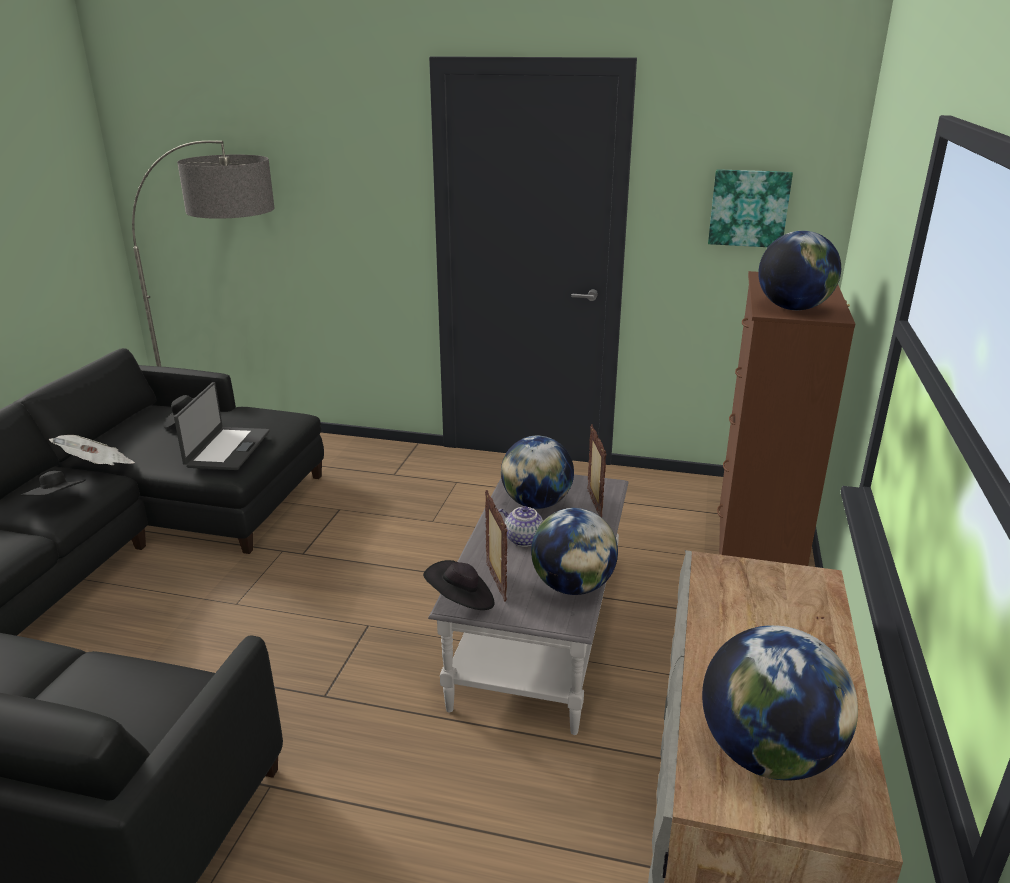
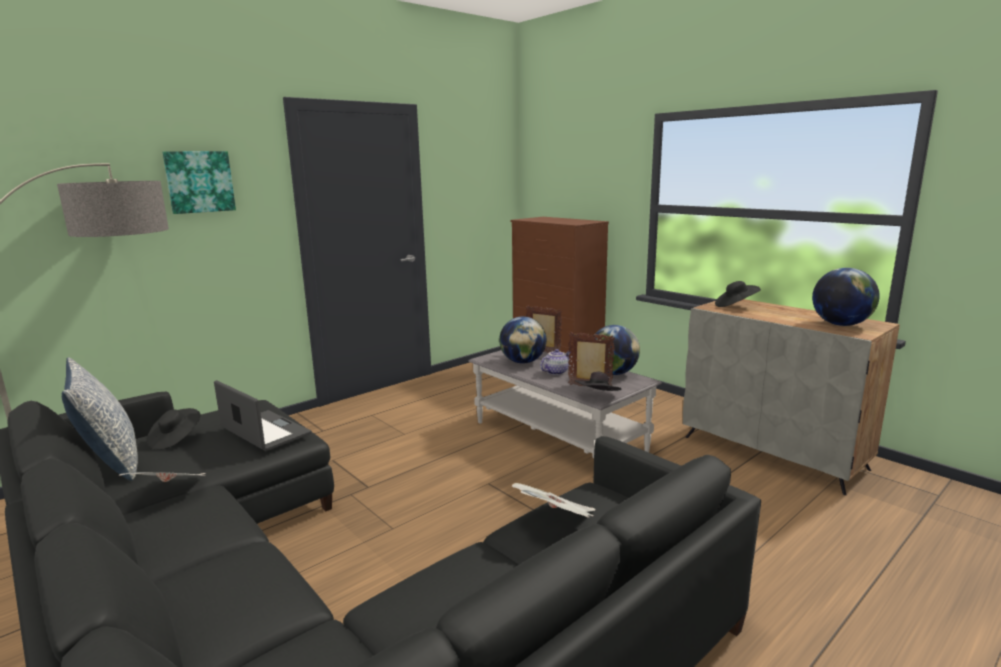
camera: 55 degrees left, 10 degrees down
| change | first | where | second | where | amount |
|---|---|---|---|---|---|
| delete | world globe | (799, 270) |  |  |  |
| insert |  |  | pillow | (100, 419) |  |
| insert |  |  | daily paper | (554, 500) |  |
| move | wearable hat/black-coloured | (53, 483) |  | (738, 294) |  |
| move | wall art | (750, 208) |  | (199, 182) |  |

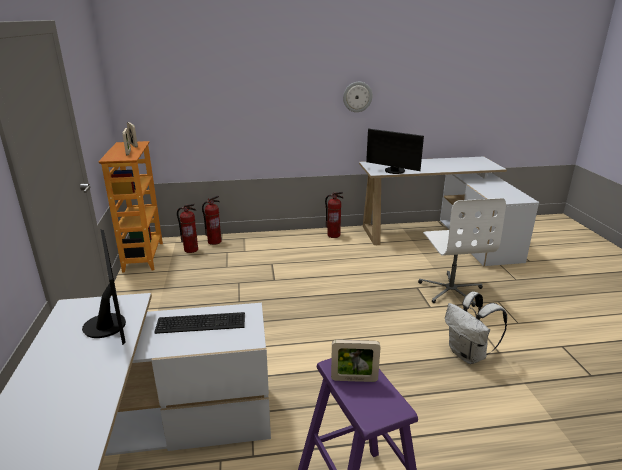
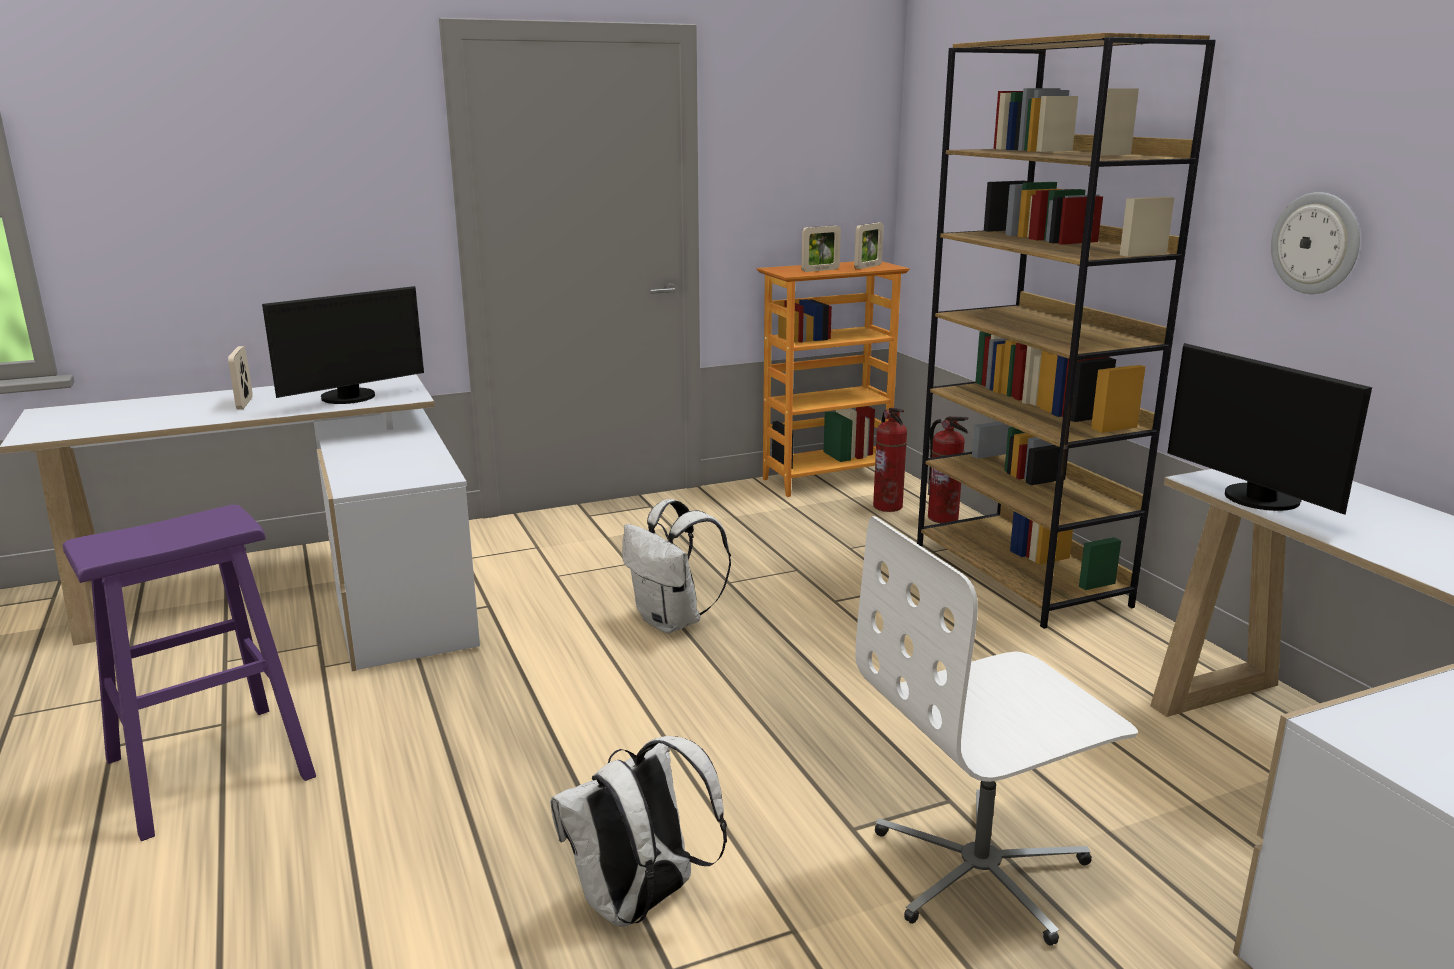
camera: 75 degrees right, 5 degrees down
| change | first | where | second | where | amount |
|---|---|---|---|---|---|
| delete | keyboard | (199, 323) |  |  |  |
| delete | fire-fighting cylinder | (334, 215) |  |  |  |
| insert |  |  | knapsack/white-coloured | (676, 566) |  |
| insert |  |  | bookshelf/brownish | (1066, 331) |  |
| move | standing frame | (355, 361) |  | (240, 377) |  |
| rotate | computer screen | (395, 151) |  | (1269, 429) | 45 degrees counterclockwise |

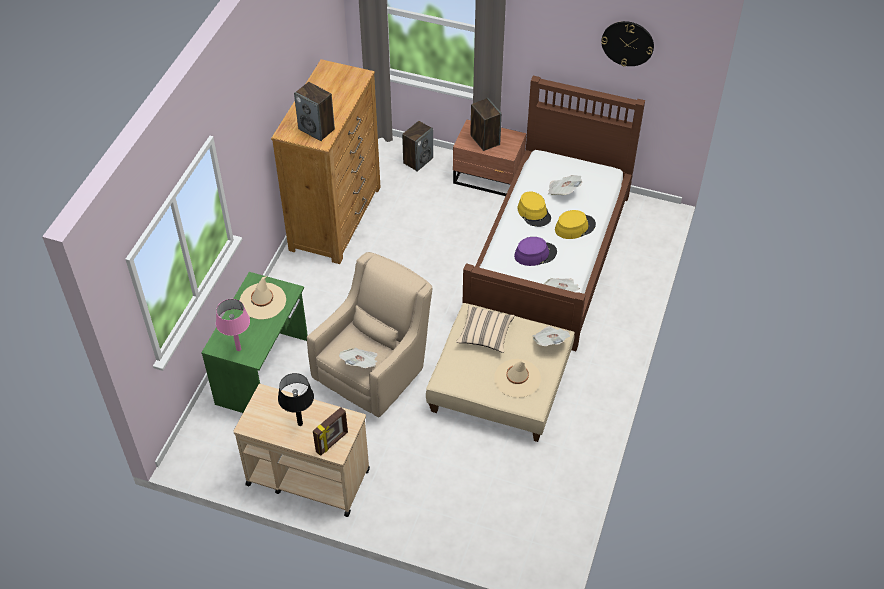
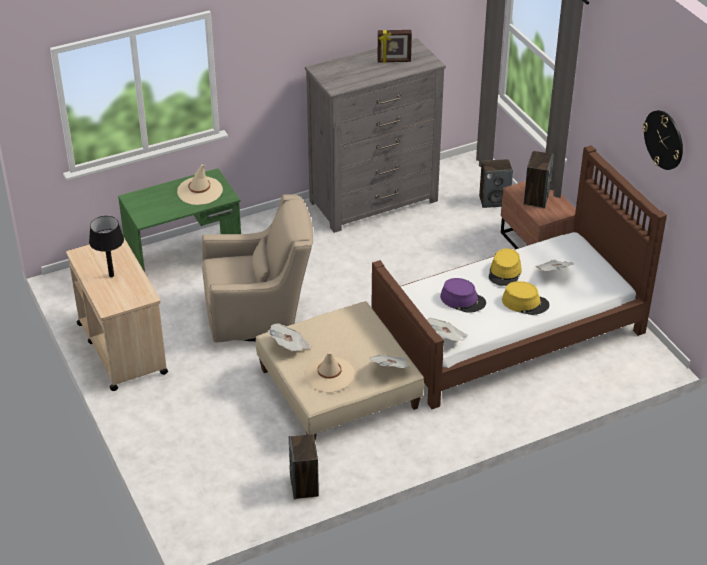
camera: 45 degrees right, 10 degrees down
| change | first | where | second | where | amount |
|---|---|---|---|---|---|
| delete | tabletop lamp/pinkish | (233, 325) |  |  |  |
| delete | pillow/beige-coloured | (485, 329) |  |  |  |
| move | audio speaker | (314, 111) |  | (304, 466) |  |
| move | standing frame | (330, 431) |  | (394, 46) |  |
| move | daily paper | (358, 358) |  | (289, 337) |  |
| recolor | chest of drawers/brownish | (326, 161) | chest of drawers/grey | (375, 135) |  |

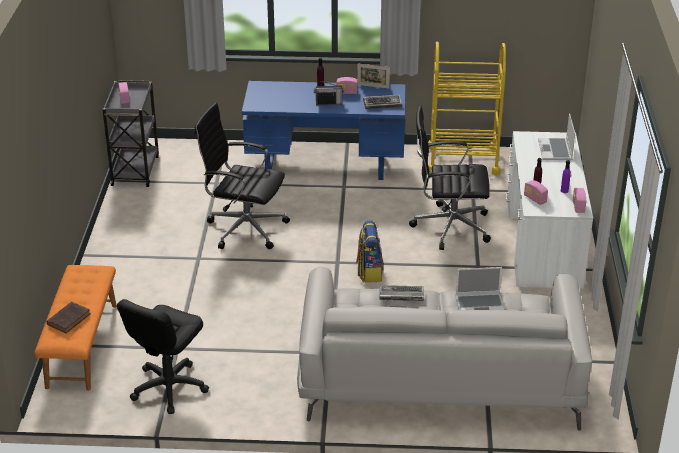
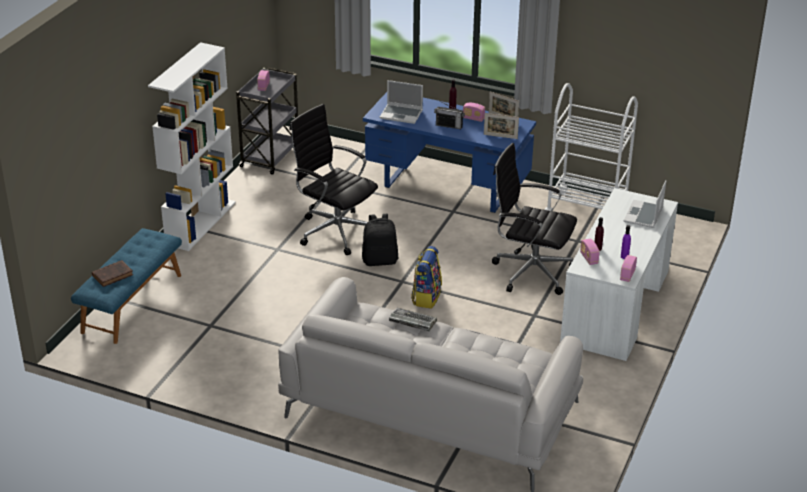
camera: 20 degrees right, 0 degrees up
| change | first | where | second | where | amount |
|---|---|---|---|---|---|
| delete | desk chair/black-coloured | (163, 356) |  |  |  |
| insert |  |  | bookshelf/white-coloured | (192, 146) |  |
| insert |  |  | knapsack/black-coloured | (380, 240) |  |
| move | portable computer | (480, 288) |  | (401, 102) |  |
| replace | keyboard | (382, 102) | standing frame | (501, 126) |  |
| recolor | indoor bench/orangey | (76, 328) | indoor bench/blue | (126, 286) |  |
| recolor | cart/yellow-coloured | (467, 108) | cart/white-coloured | (591, 147) |  |

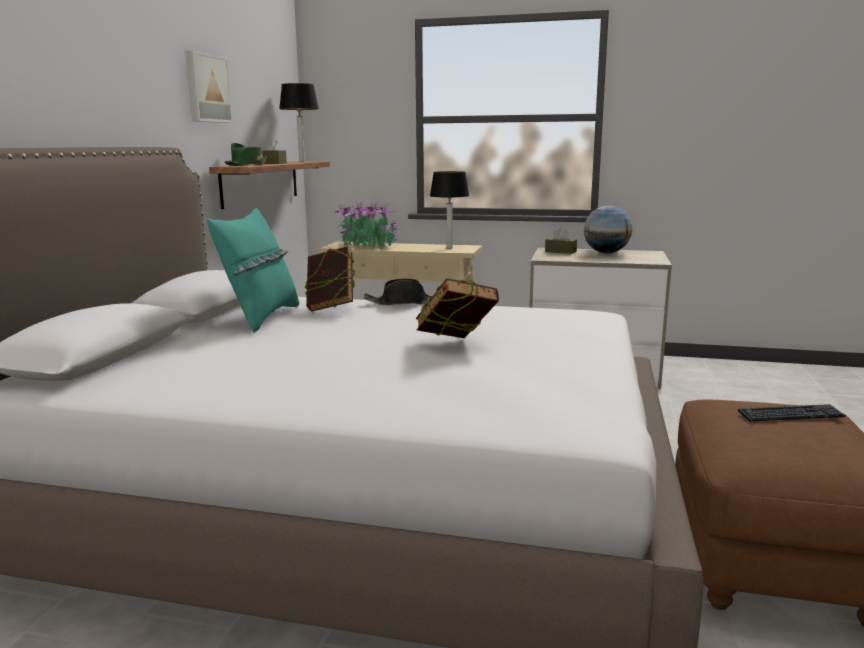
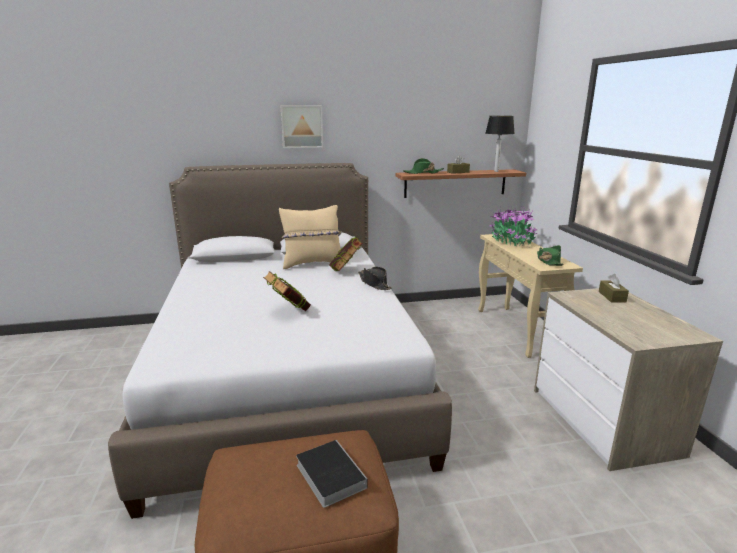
camera: 65 degrees right, 5 degrees up
| change | first | where | second | where | amount |
|---|---|---|---|---|---|
| delete | world globe | (608, 229) |  |  |  |
| move | wall art | (209, 86) |  | (302, 127) |  |
| replace | tabletop lamp | (449, 210) | wearable hat/green-coloured | (550, 255) |  |
| replace | keyboard | (792, 412) | bound book | (331, 474) |  |
| recolor | pillow/turquoise-coloured | (253, 270) | pillow/beige-coloured | (310, 237) |  |

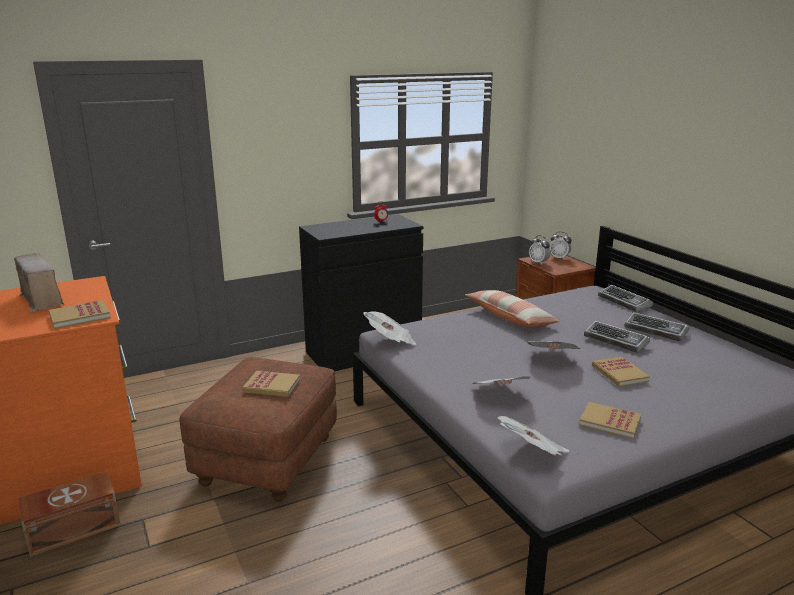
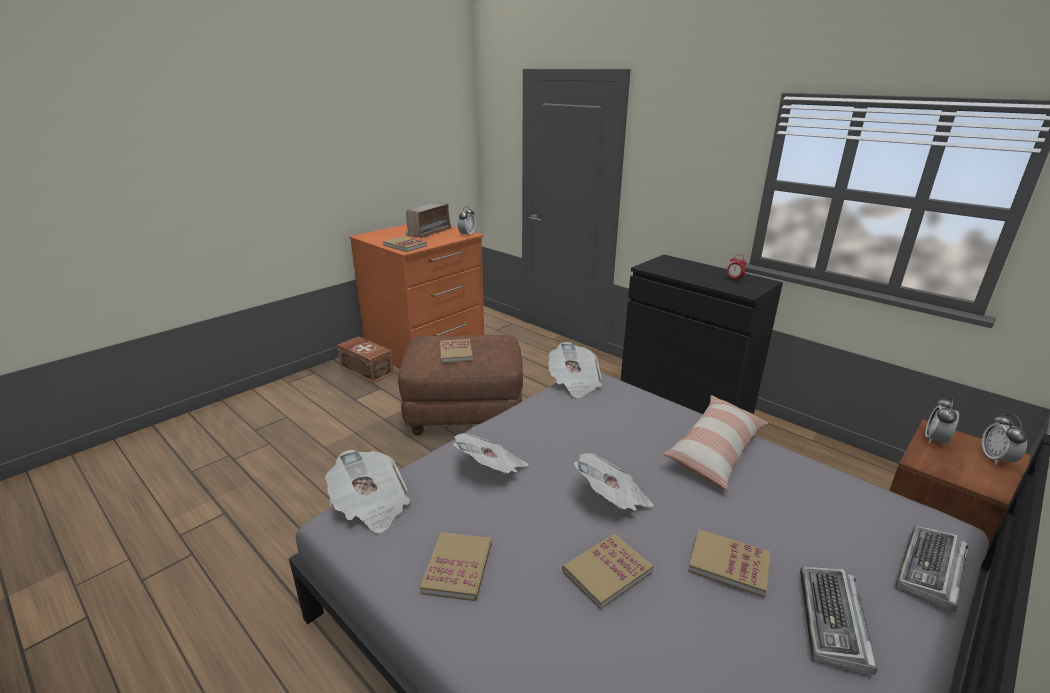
camera: 70 degrees right, 5 degrees up
| change | first | where | second | where | amount |
|---|---|---|---|---|---|
| insert |  |  | alarm clock | (466, 221) |  |
| replace | keyboard | (617, 337) | bound book | (729, 563) |  |

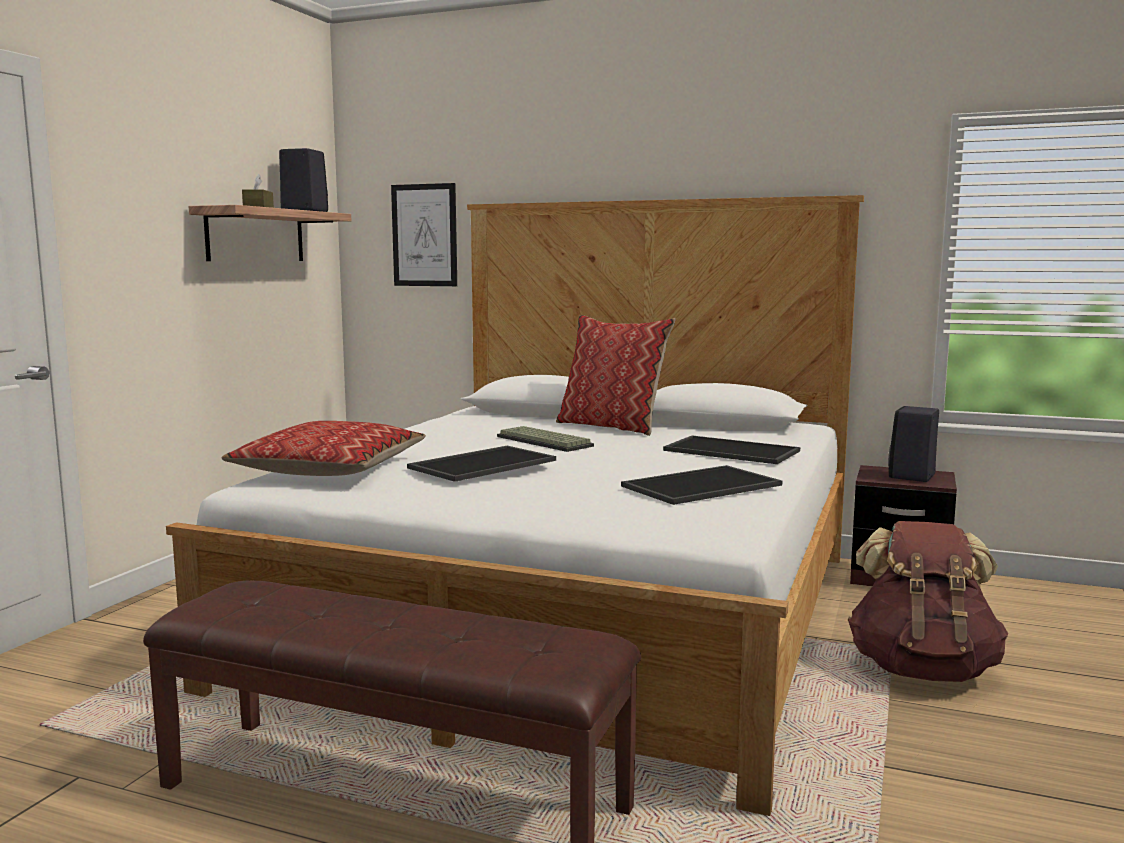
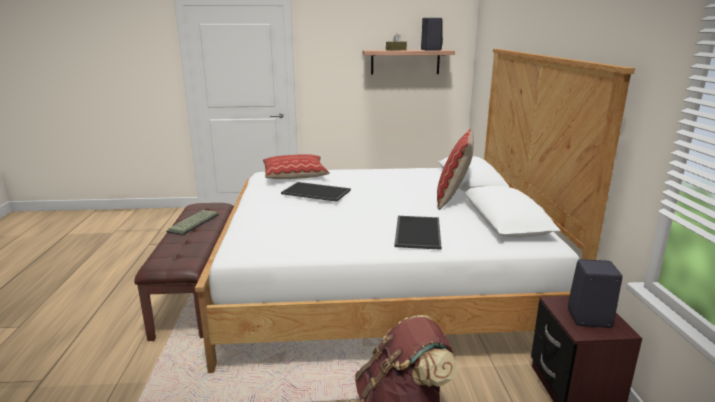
camera: 65 degrees right, 10 degrees up
| change | first | where | second | where | amount |
|---|---|---|---|---|---|
| delete | wall art | (424, 234) |  |  |  |
| delete | serving tray | (701, 485) |  |  |  |
| move | keyboard | (545, 439) |  | (192, 222) |  |

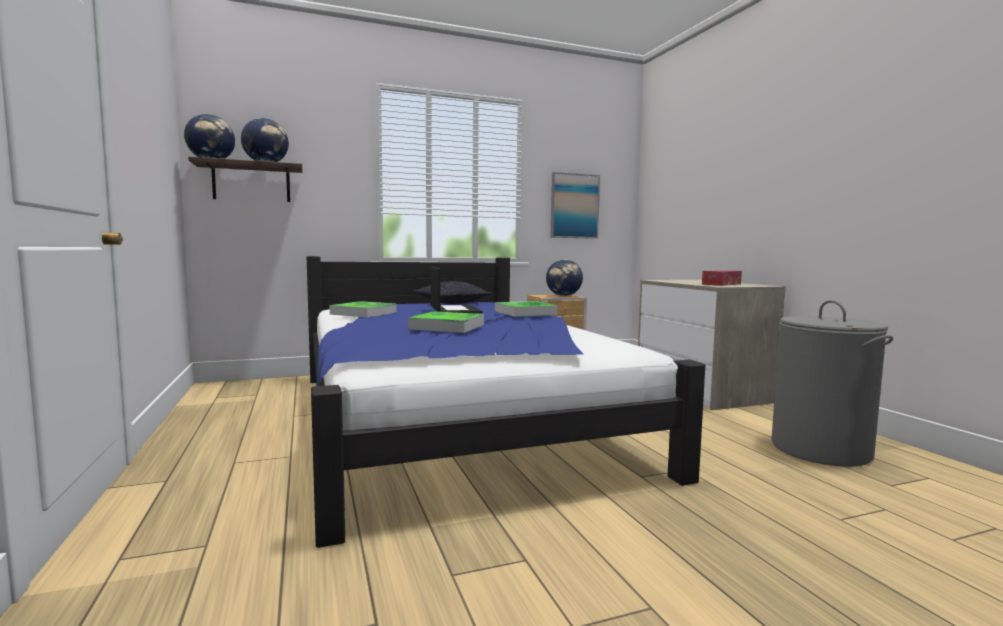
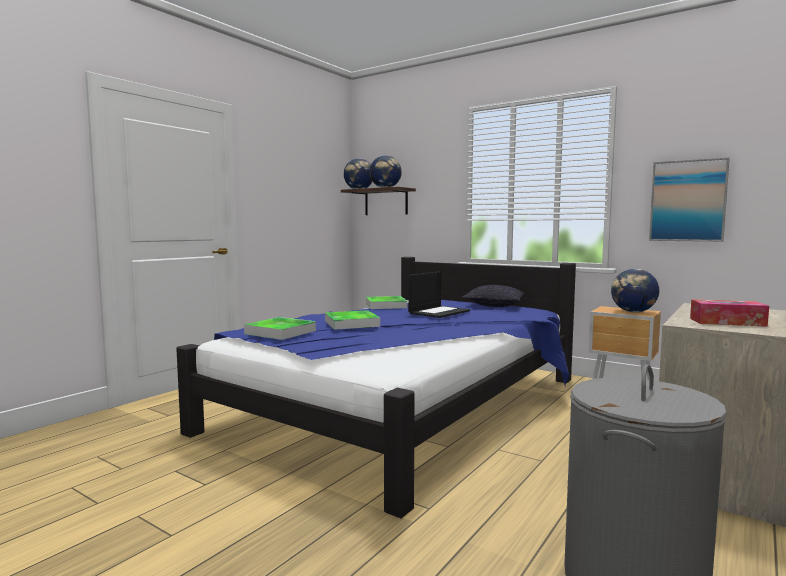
camera: 55 degrees right, 0 degrees up
| change | first | where | second | where | amount |
|---|---|---|---|---|---|
| move | serving tray | (526, 309) |  | (280, 328) |  |

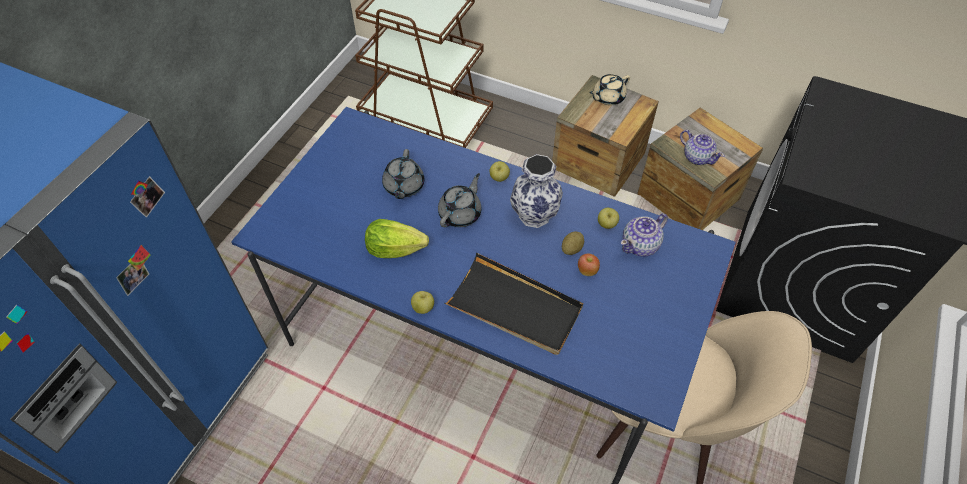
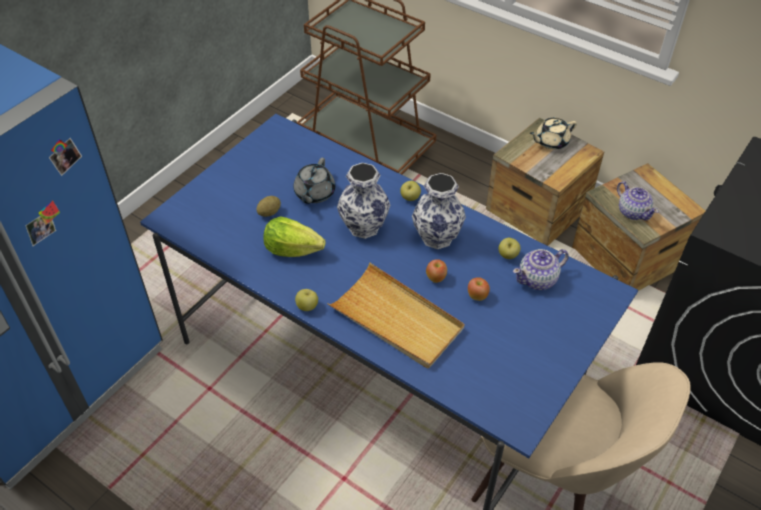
camera: 10 degrees right, 5 degrees down
| change | first | where | second | where | amount |
|---|---|---|---|---|---|
| insert |  |  | apple fruit | (436, 271) |  |
| move | spud | (573, 243) |  | (268, 206) |  |
| replace | teapot/grey | (460, 200) | vase | (363, 201) |  |
| recolor | serving tray/black-coloured | (514, 304) | serving tray/beige-coloured | (396, 315) |  |

